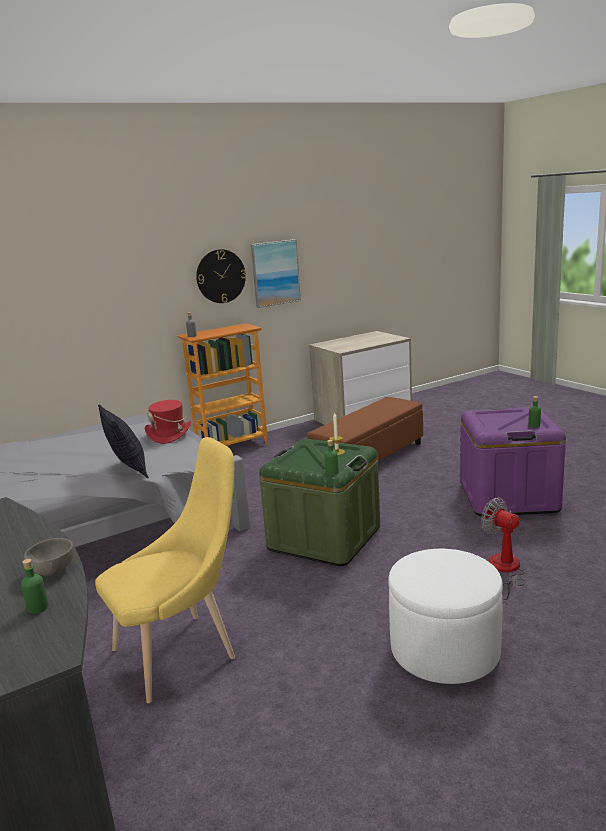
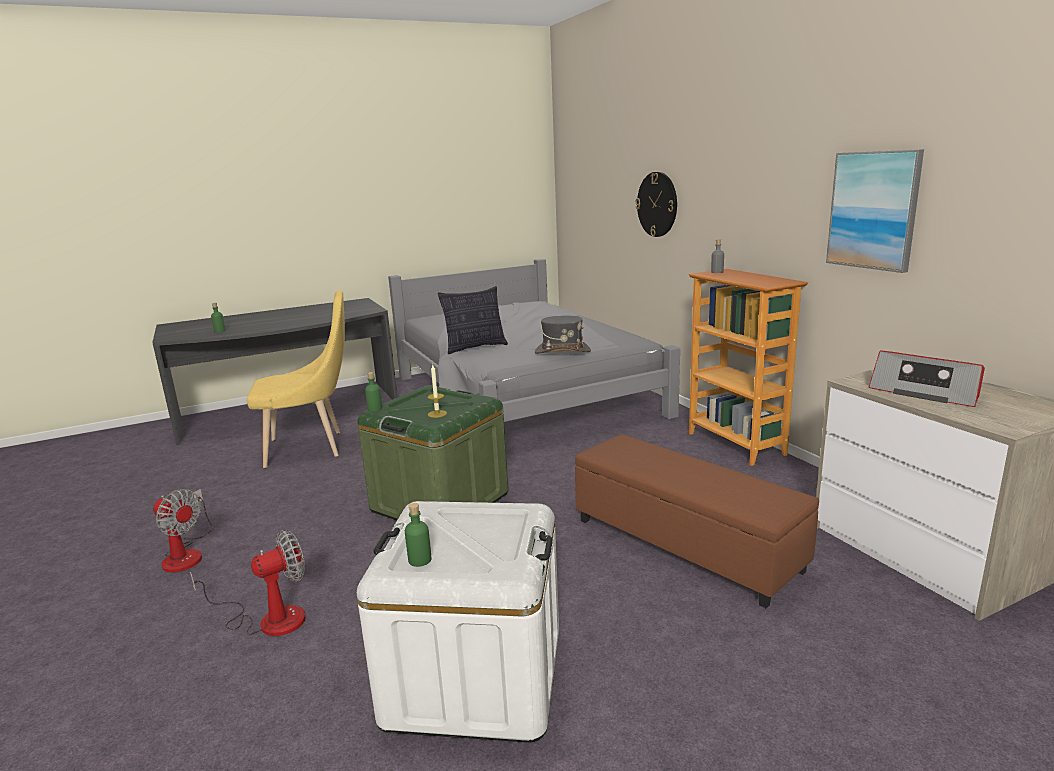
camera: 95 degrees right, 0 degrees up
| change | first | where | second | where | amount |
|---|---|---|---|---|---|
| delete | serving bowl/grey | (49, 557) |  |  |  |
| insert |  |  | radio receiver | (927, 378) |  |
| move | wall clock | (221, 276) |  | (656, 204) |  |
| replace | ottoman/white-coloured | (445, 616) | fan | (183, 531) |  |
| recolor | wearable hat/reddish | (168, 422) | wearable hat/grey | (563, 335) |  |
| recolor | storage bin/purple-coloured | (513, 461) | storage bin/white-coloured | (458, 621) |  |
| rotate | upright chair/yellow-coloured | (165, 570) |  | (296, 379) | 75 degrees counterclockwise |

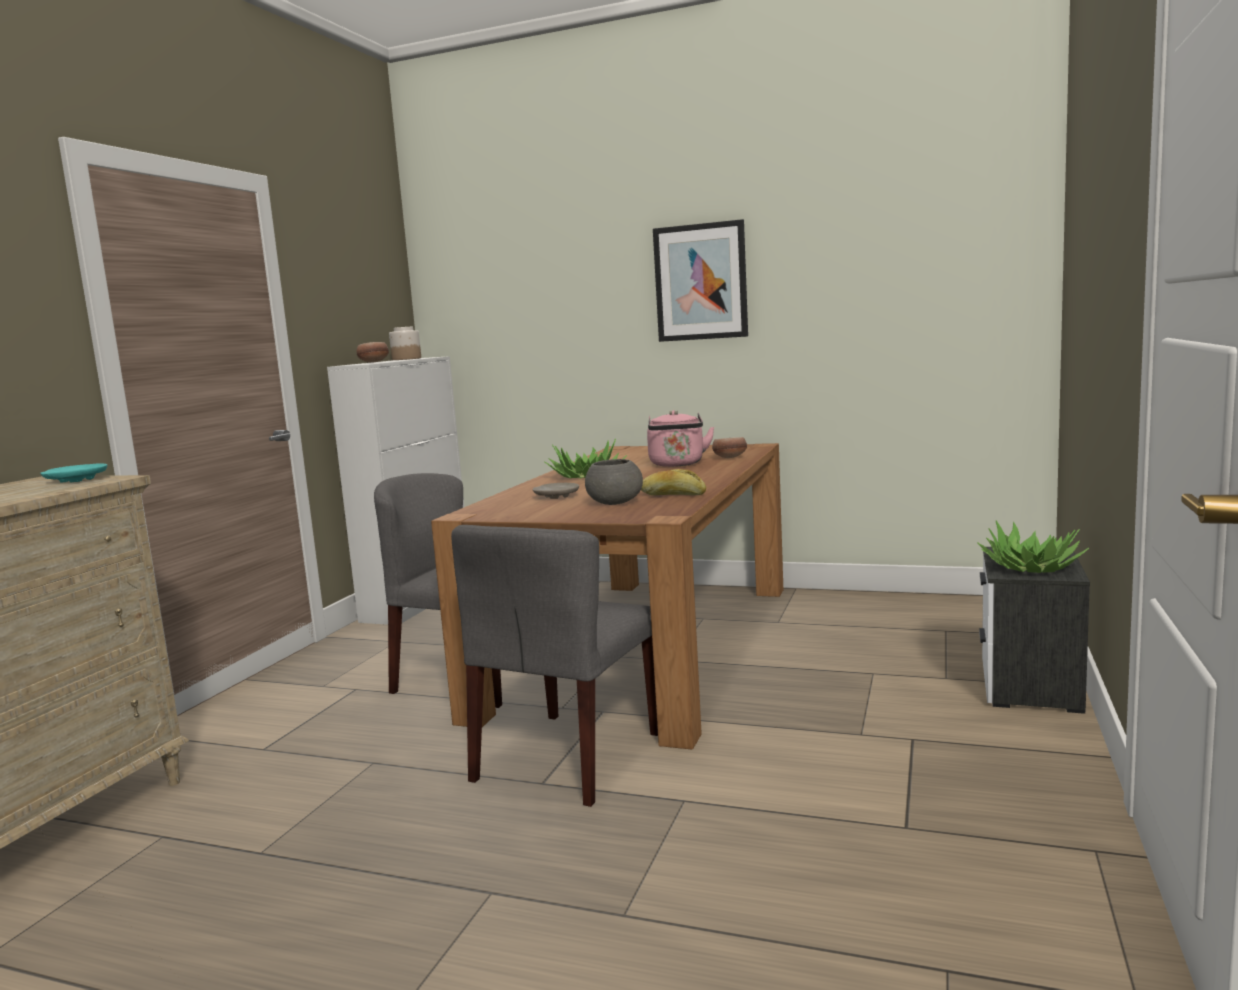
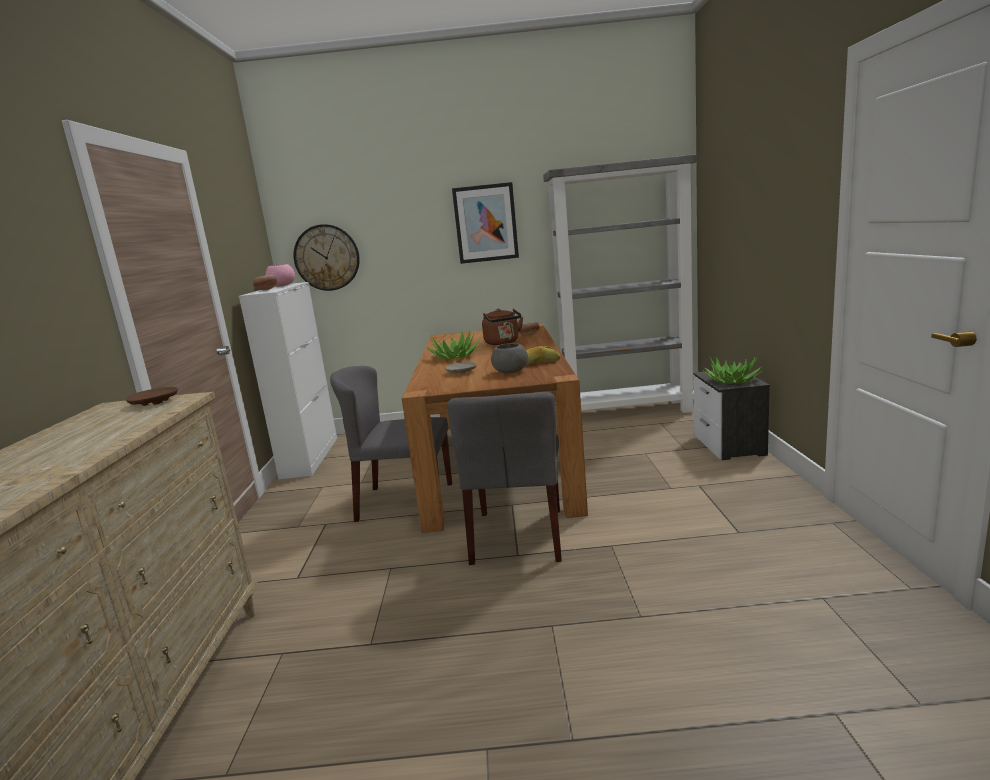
camera: 20 degrees left, 5 degrees up
| change | first | where | second | where | amount |
|---|---|---|---|---|---|
| insert |  |  | wall clock | (326, 257) |  |
| insert |  |  | bookshelf/grey | (619, 283) |  |
| replace | storage jar | (405, 343) | serving bowl/pinkish | (280, 275) |  |
| recolor | plate/turquoise-coloured | (73, 473) | plate/brownish | (152, 396) |  |
| recolor | kettle/pinkish | (681, 438) | kettle/brownish | (502, 327) |  |

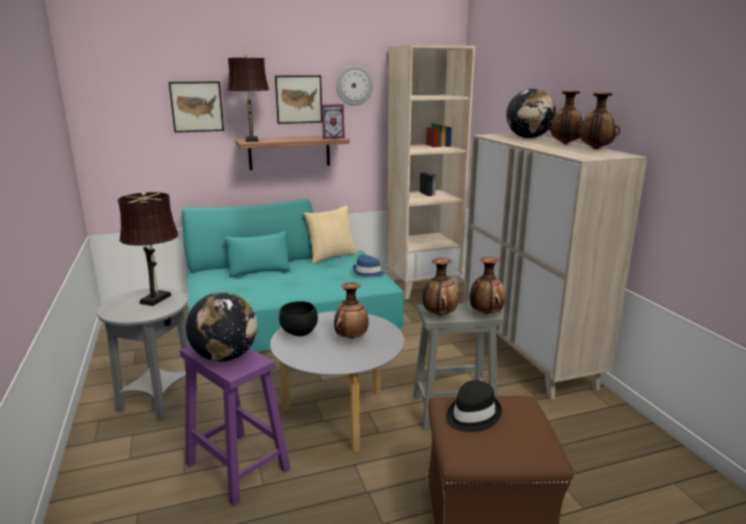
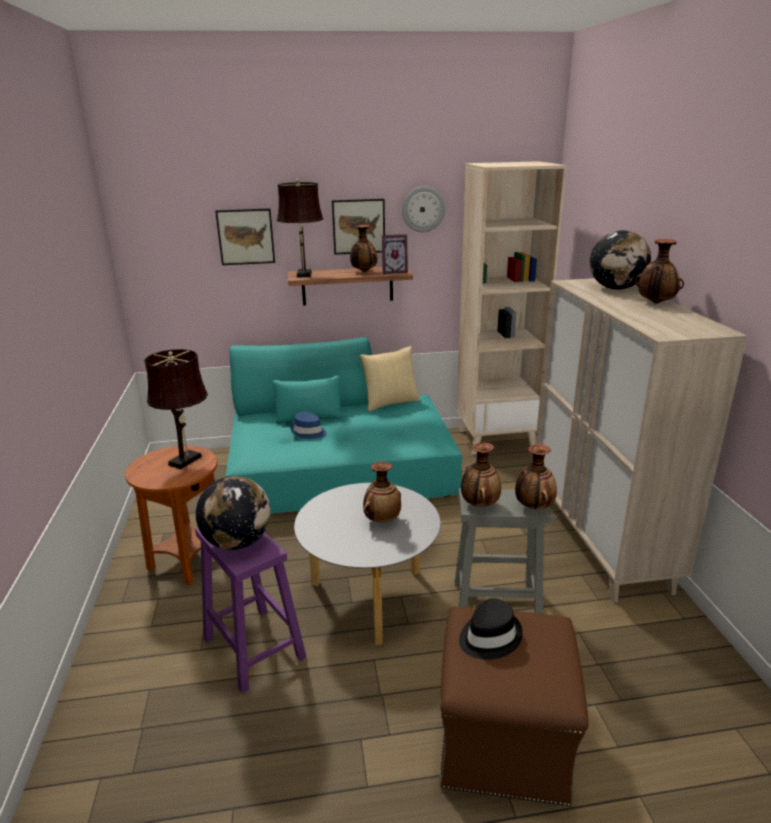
camera: 10 degrees right, 5 degrees up
| change | first | where | second | where | amount |
|---|---|---|---|---|---|
| delete | serving bowl/black-coloured | (298, 318) |  |  |  |
| move | wearable hat/blue | (369, 266) |  | (309, 425) |  |
| move | vase | (598, 120) |  | (364, 248) |  |
| recolor | side table/grey | (147, 354) | side table/brownish | (171, 516) |  |

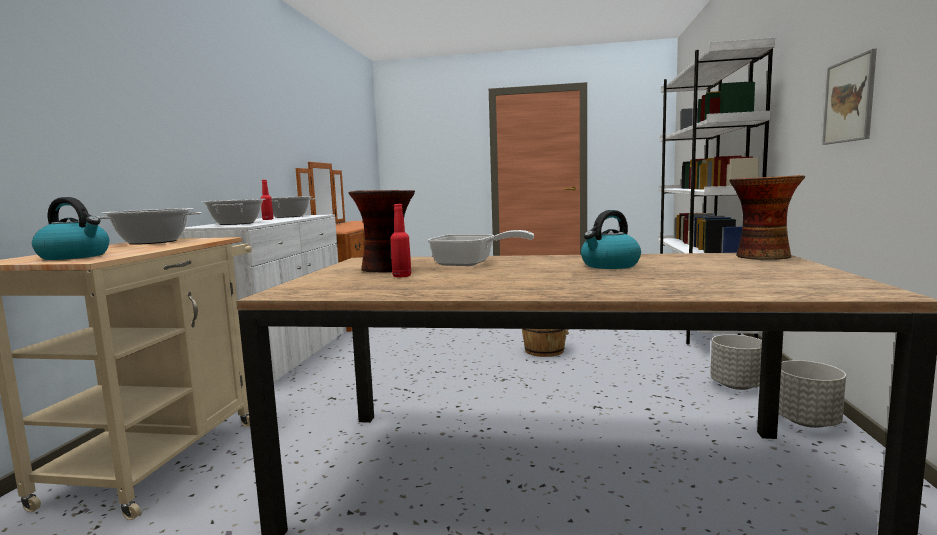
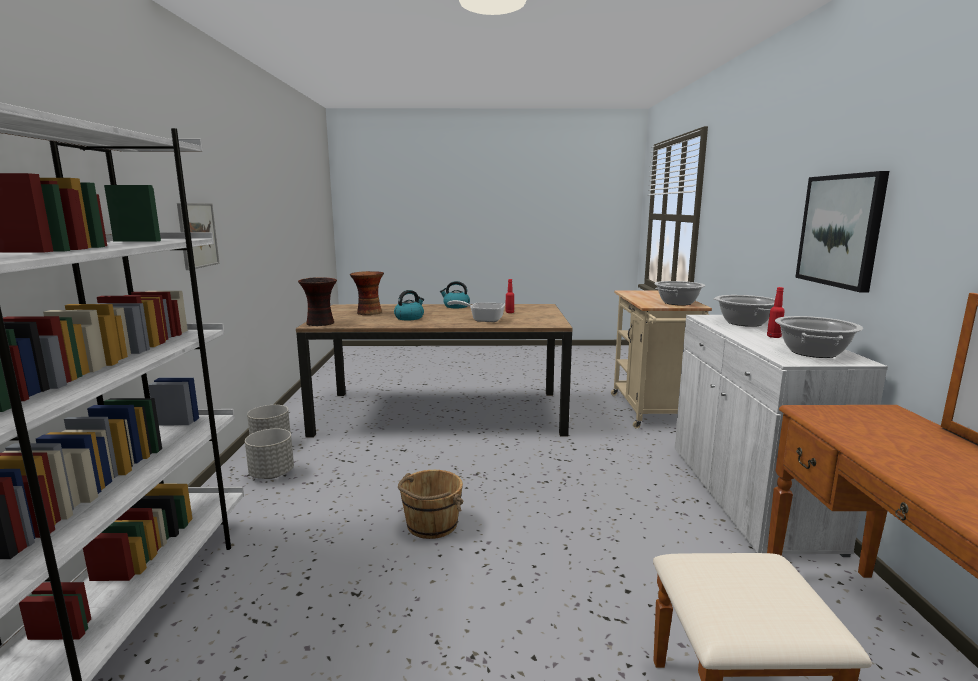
camera: 170 degrees right, 5 degrees up
| change | first | where | second | where | amount |
|---|---|---|---|---|---|
| insert |  |  | wall art | (842, 231) |  |
| move | kettle | (70, 228) |  | (455, 294) |  |
| move | vase | (381, 231) |  | (367, 293) |  |

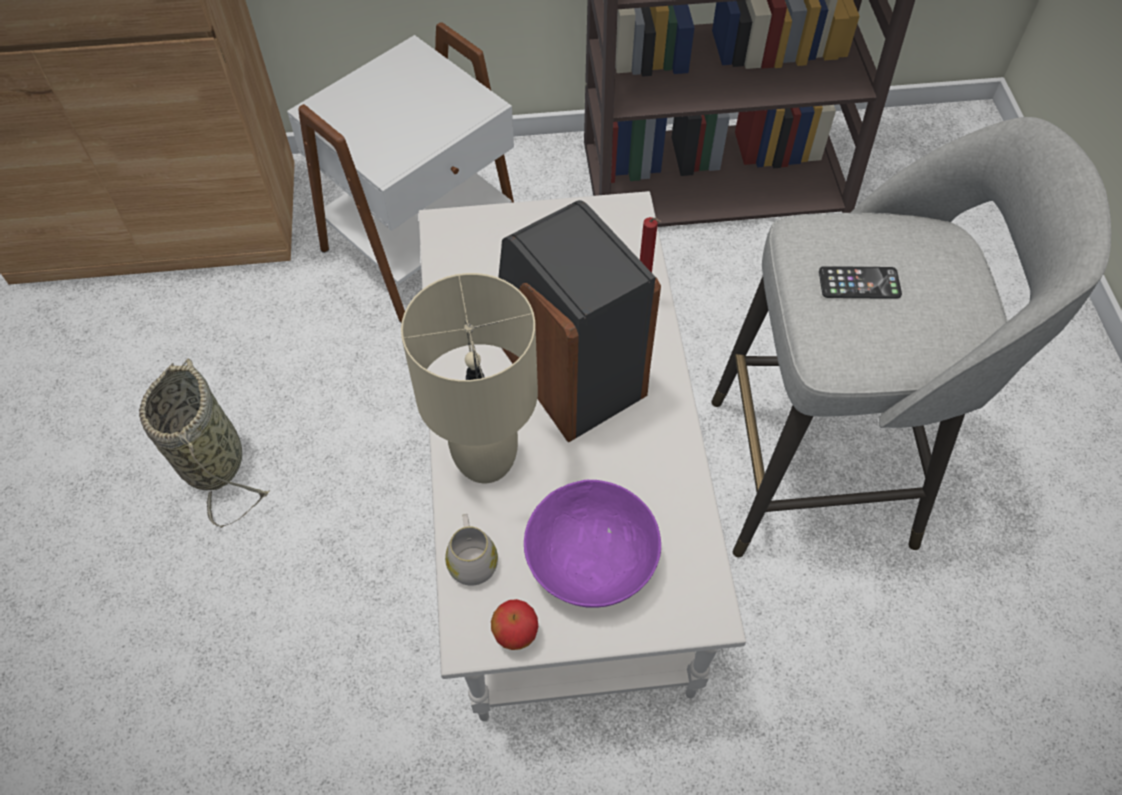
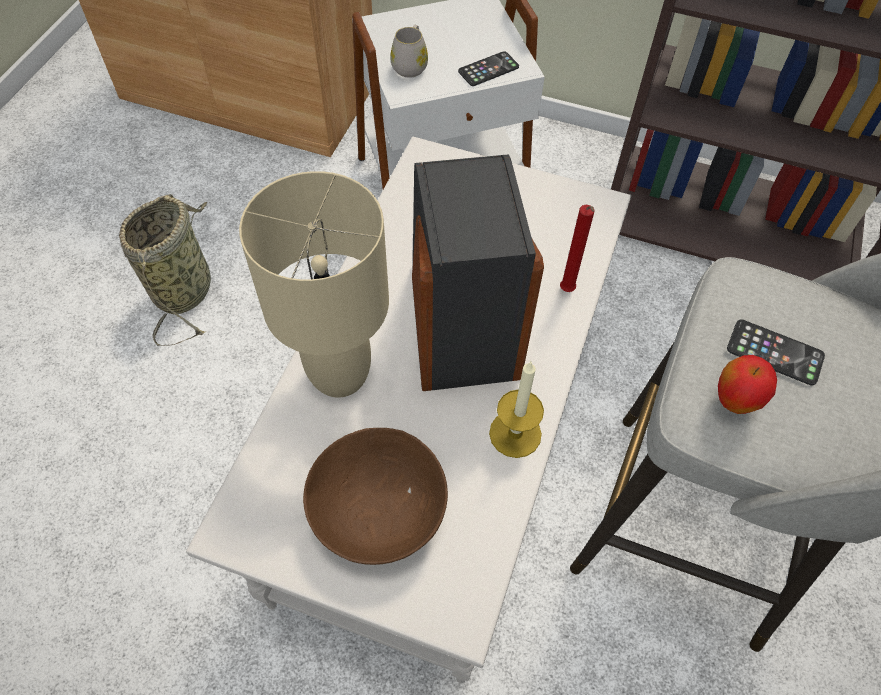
camera: 25 degrees right, 0 degrees up
| change | first | where | second | where | amount |
|---|---|---|---|---|---|
| insert |  |  | telephone | (488, 68) |  |
| insert |  |  | wax light | (516, 409) |  |
| move | tea mug/white-coloured | (471, 550) |  | (409, 51) |  |
| move | apple fruit | (514, 624) |  | (747, 384) |  |
| recolor | serving bowl/purple-coloured | (592, 544) | serving bowl/brownish | (375, 496) |  |

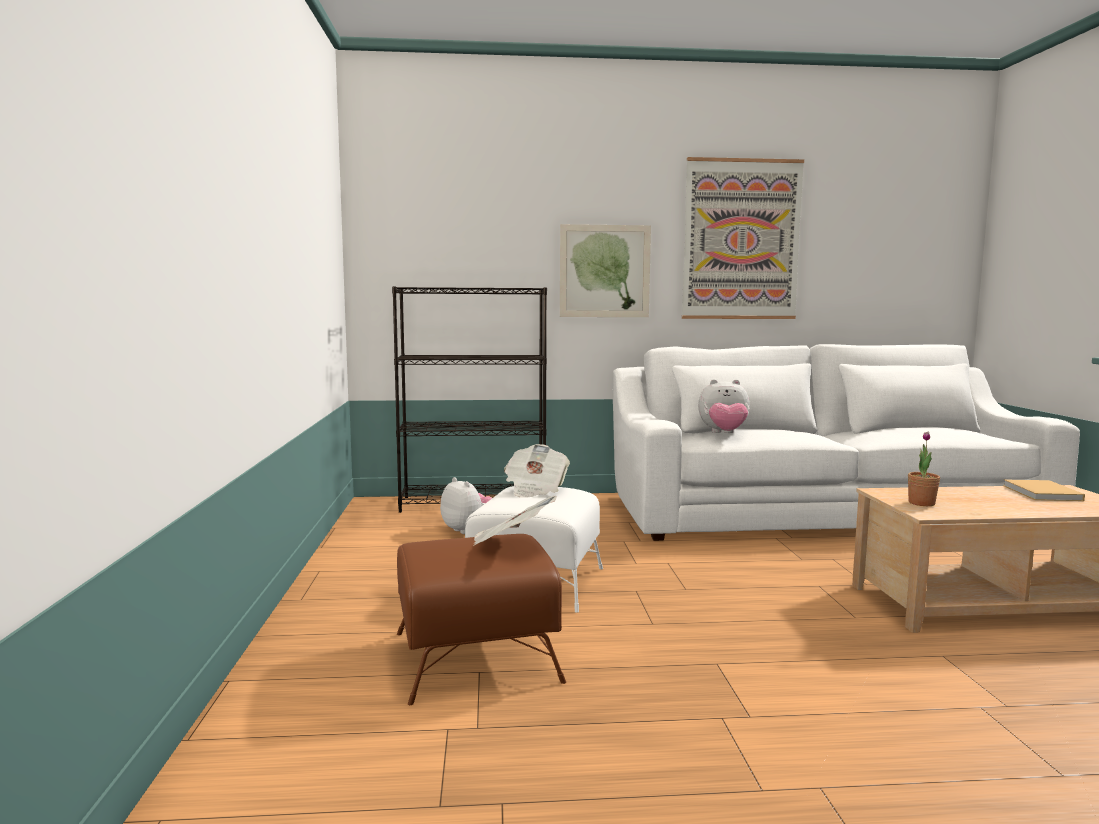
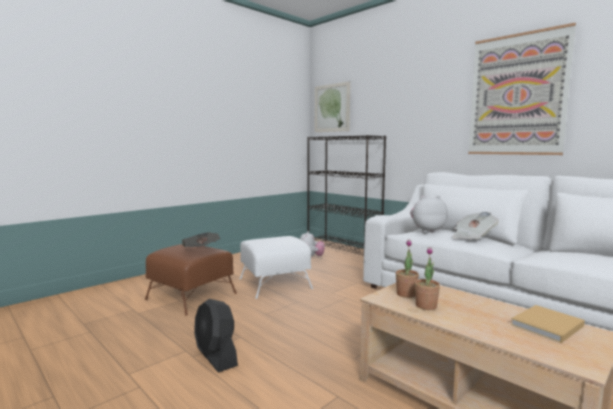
camera: 50 degrees right, 0 degrees up
| change | first | where | second | where | amount |
|---|---|---|---|---|---|
| insert |  |  | fan/black-coloured | (216, 336) |  |
| insert |  |  | plant in a pot | (427, 278) |  |
| move | daily paper | (537, 471) |  | (476, 225) |  |
| move | wall art | (605, 270) |  | (332, 106) |  |
| rotate | soft toy | (724, 406) |  | (429, 214) | 120 degrees clockwise |

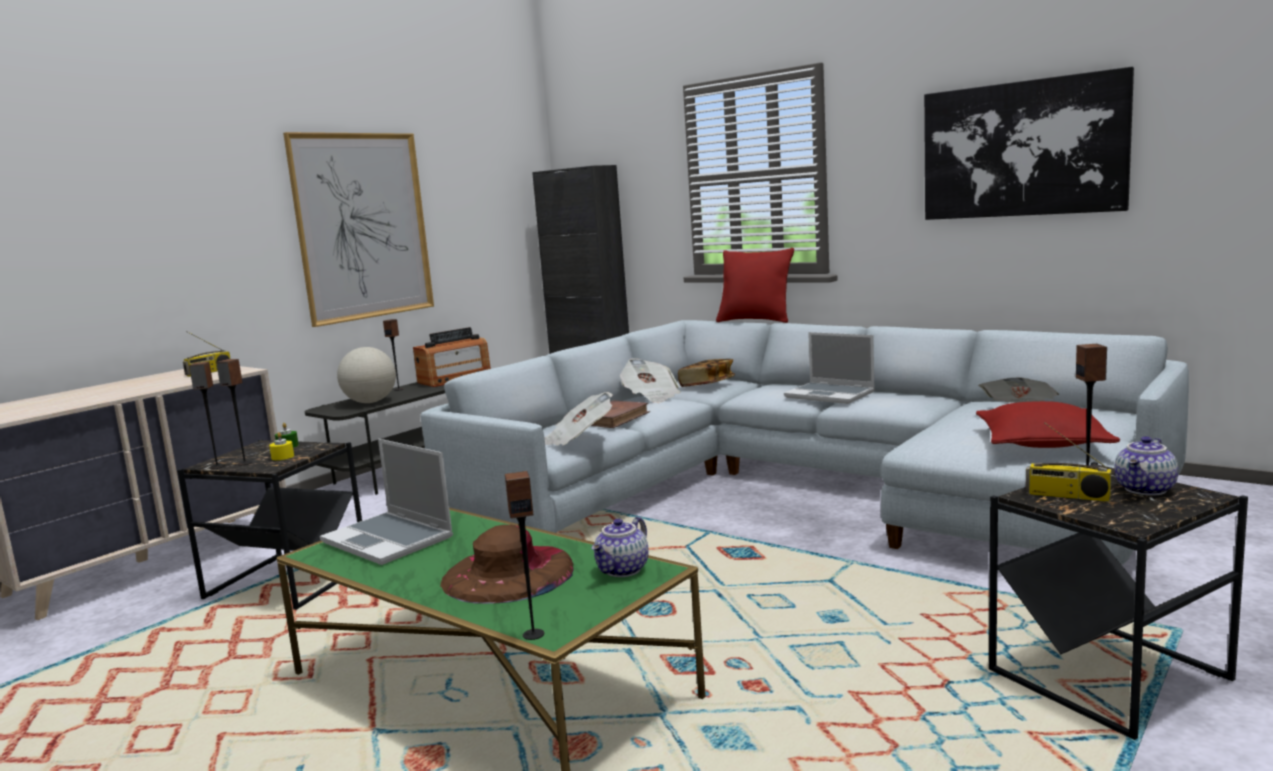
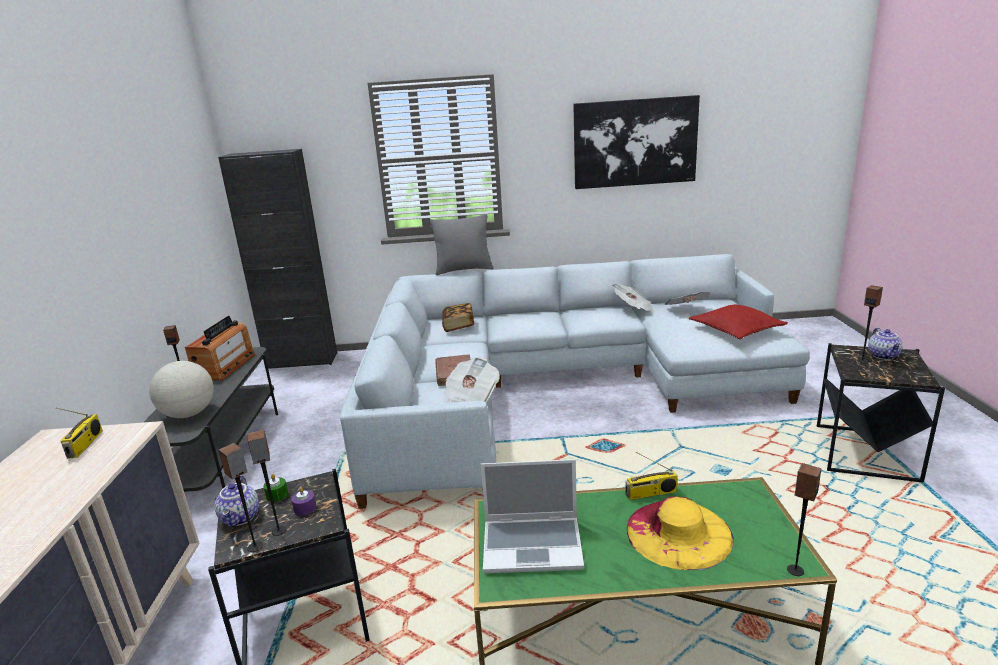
camera: 40 degrees left, 10 degrees up
| change | first | where | second | where | amount |
|---|---|---|---|---|---|
| delete | wall art | (358, 229) |  |  |  |
| delete | portable computer | (829, 368) |  |  |  |
| move | teapot | (620, 547) |  | (237, 501) |  |
| move | daily paper | (650, 380) |  | (633, 298) |  |
| move | radio receiver | (1068, 462) |  | (651, 476) |  |
| recolor | wax light/yellow-coloured | (281, 446) | wax light/purple-coloured | (304, 501) |  |
| recolor | wearable hat/brownish | (507, 564) | wearable hat/yellow-coloured | (680, 533) |  |
| recolor | pillow/reddish | (755, 285) | pillow/grey | (462, 244) |  |

